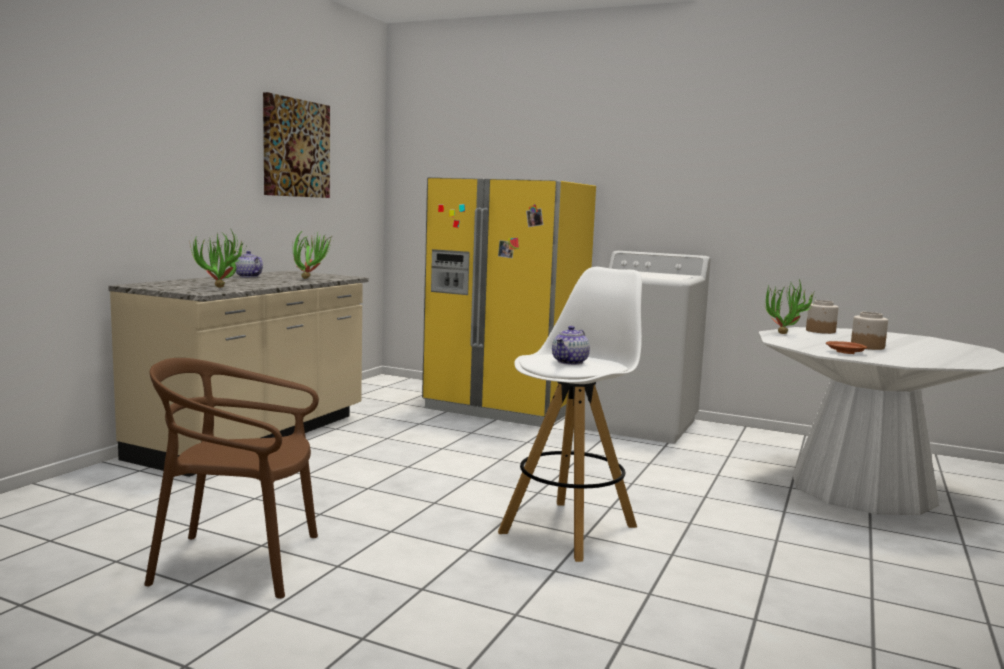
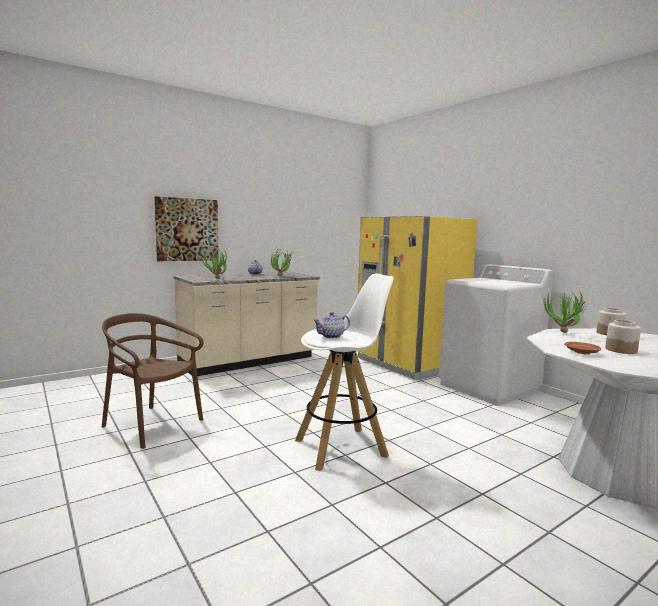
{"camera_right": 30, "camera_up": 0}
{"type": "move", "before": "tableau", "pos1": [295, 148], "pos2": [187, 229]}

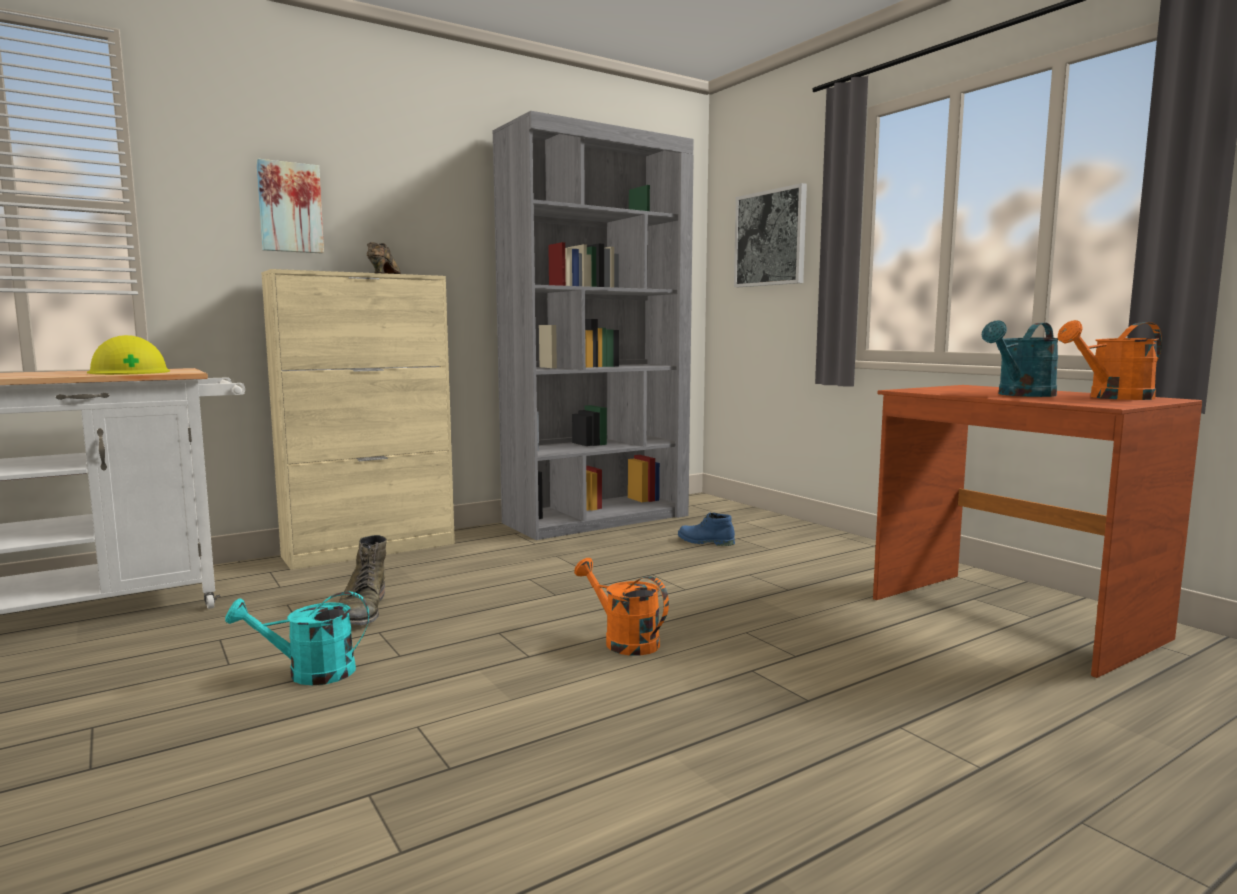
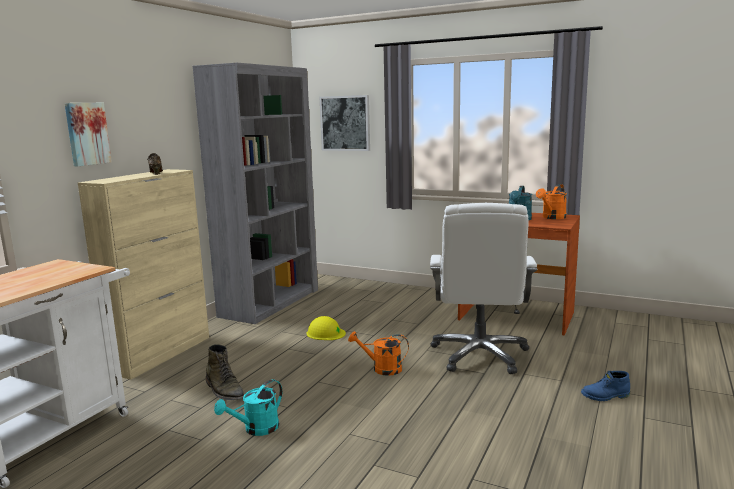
{"camera_right": -30, "camera_up": 5}
{"type": "move", "before": "casque de chantier (jaune)", "pos1": [130, 372], "pos2": [325, 333]}
{"type": "move", "before": "botte (bleu)", "pos1": [705, 542], "pos2": [605, 396]}
{"type": "insert", "after": "chaise de bureau (blanc)", "pos2": [480, 355]}

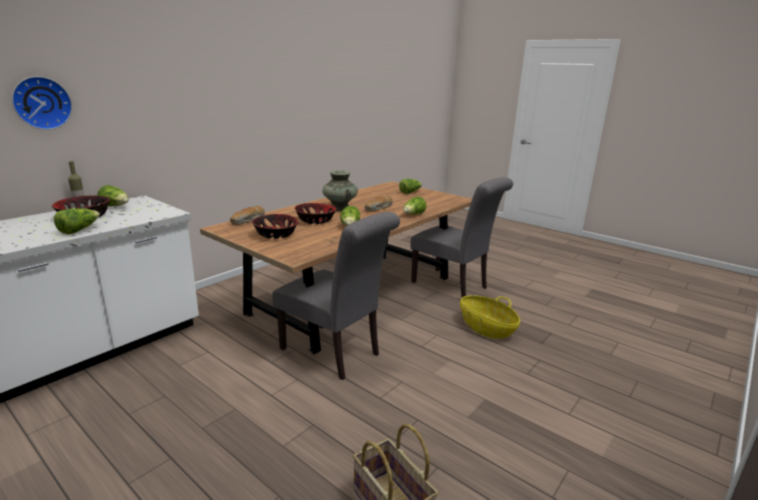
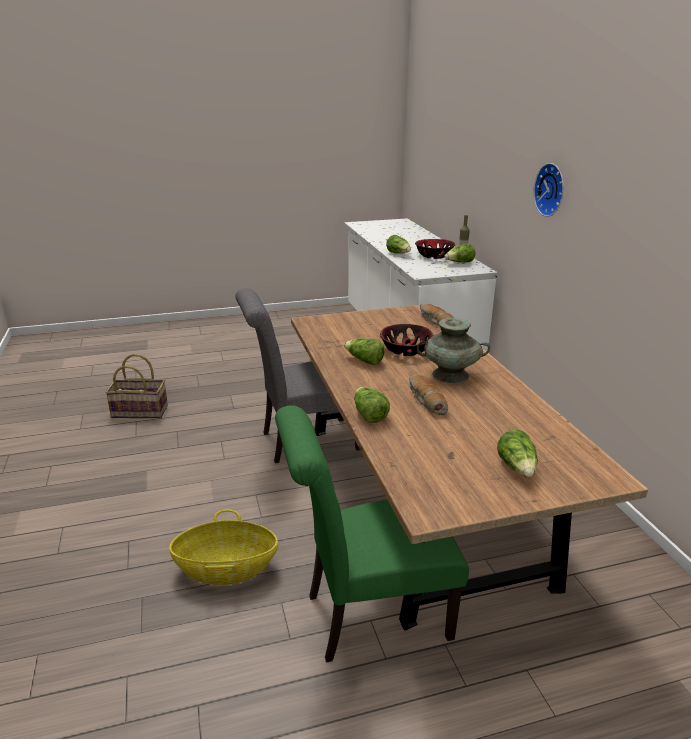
{"camera_right": 125, "camera_up": 5}
{"type": "move", "before": "horloge murale", "pos1": [41, 103], "pos2": [552, 189]}
{"type": "recolor", "before": "chaise (gris)", "after": "chaise (vert)", "pos1": [453, 286], "pos2": [368, 616]}
{"type": "delete", "before": "bol", "pos1": [276, 234]}

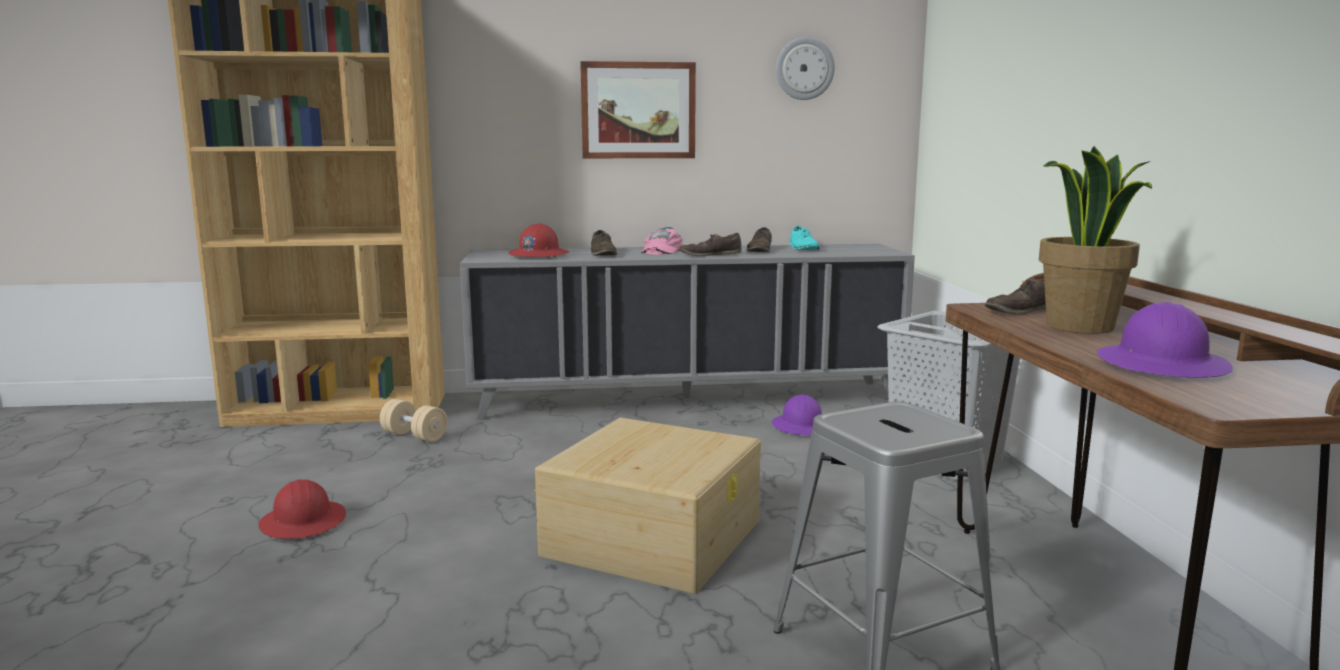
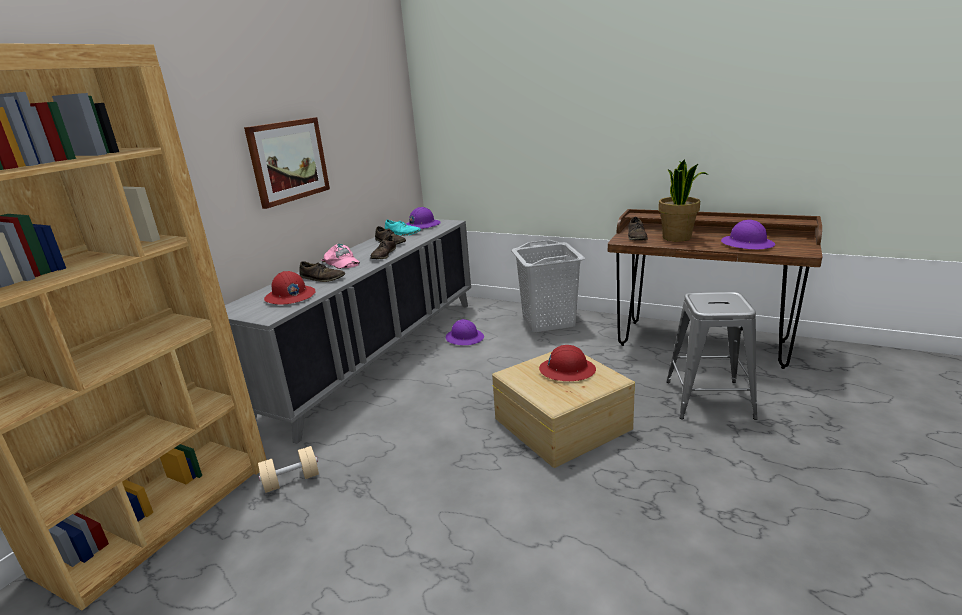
{"camera_right": -55, "camera_up": 10}
{"type": "delete", "before": "horloge murale", "pos1": [804, 68]}
{"type": "move", "before": "casque de chantier (rouge)", "pos1": [303, 522], "pos2": [567, 370]}
{"type": "insert", "after": "casque de chantier (violet)", "pos2": [422, 225]}

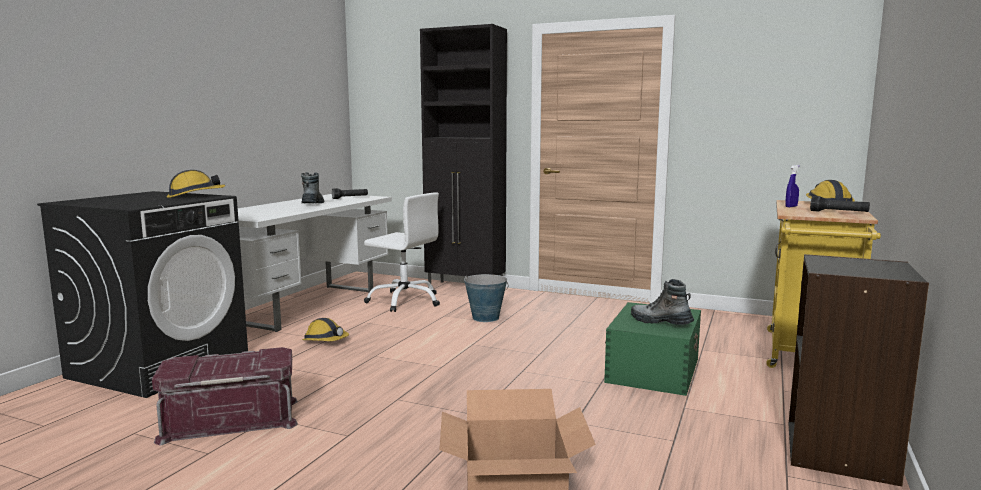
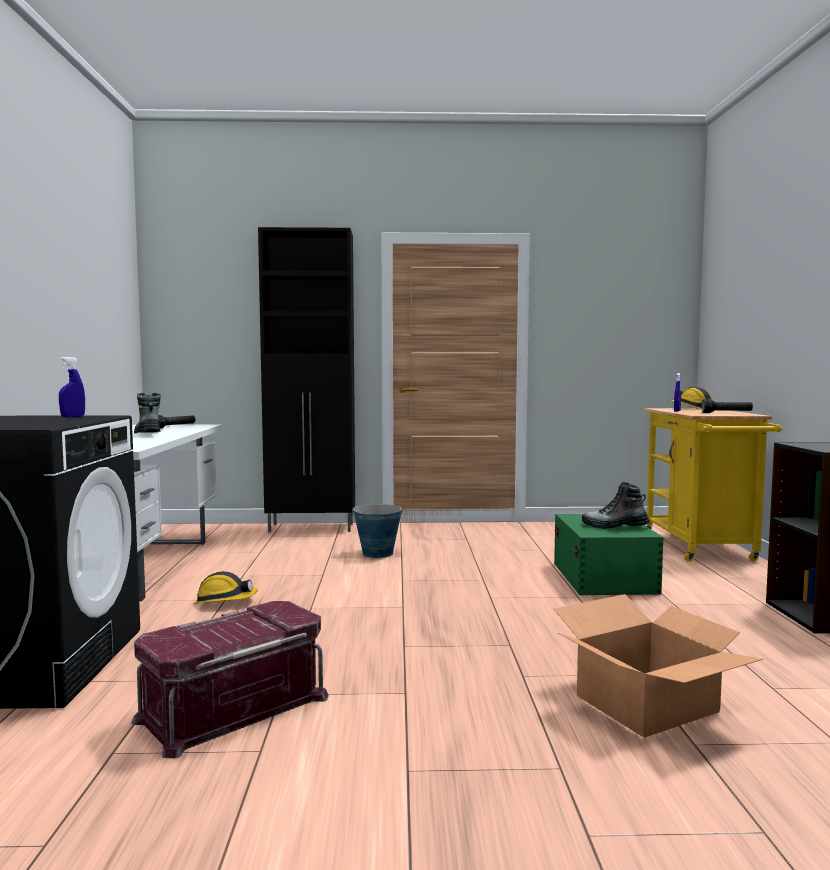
{"camera_right": -25, "camera_up": -5}
{"type": "replace", "before": "casque de chantier", "after": "vaporisateur (bleu)", "pos1": [195, 196], "pos2": [72, 416]}
{"type": "delete", "before": "chaise de bureau (blanc)", "pos1": [405, 301]}

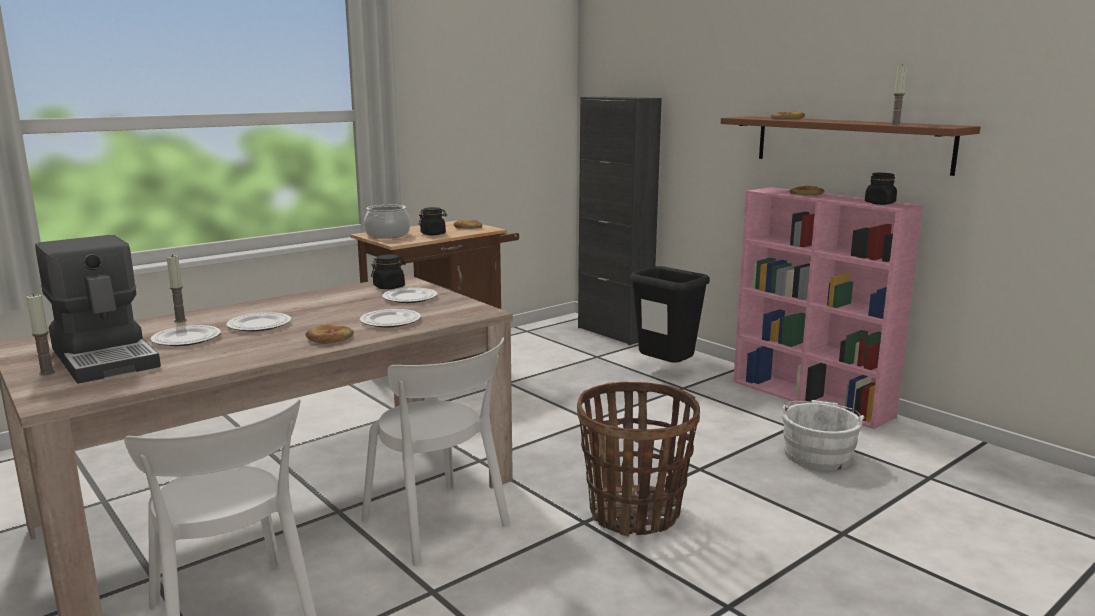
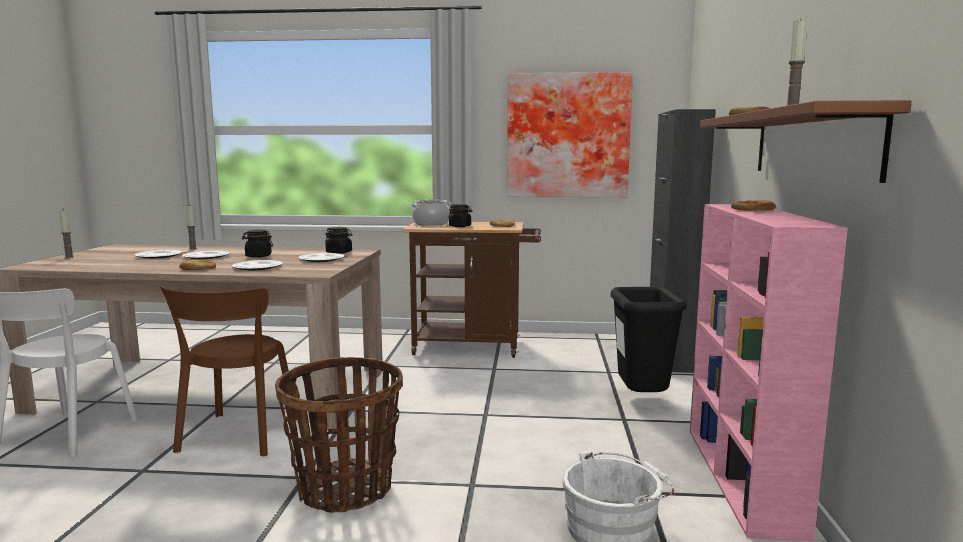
{"camera_right": 45, "camera_up": -5}
{"type": "move", "before": "bocal (noir)", "pos1": [880, 203], "pos2": [258, 256]}
{"type": "delete", "before": "machine à café", "pos1": [106, 357]}
{"type": "recolor", "before": "chaise (blanc)", "after": "chaise (marron)", "pos1": [439, 525], "pos2": [236, 437]}
{"type": "insert", "after": "tableau", "pos2": [568, 136]}

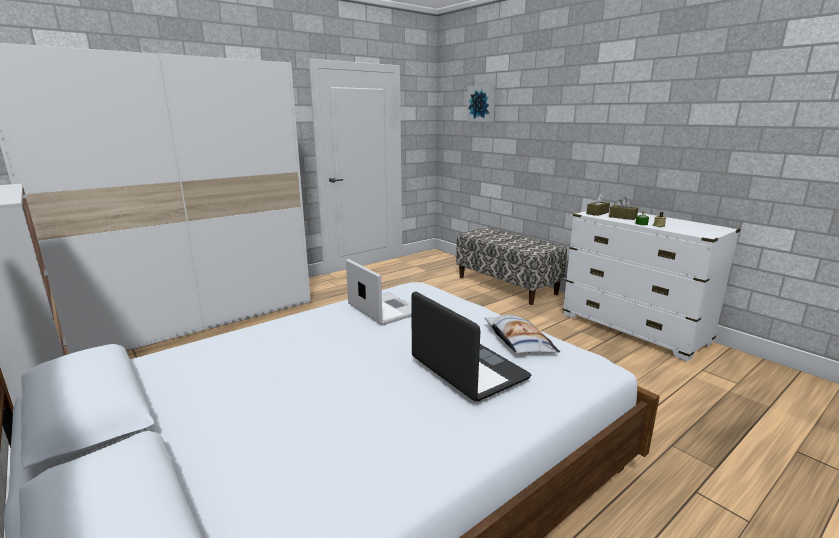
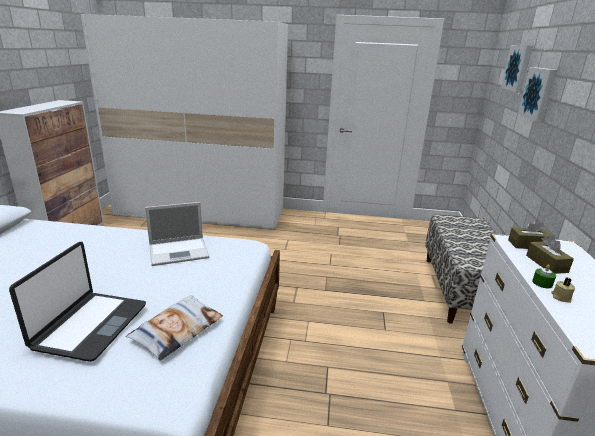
{"camera_right": 45, "camera_up": 5}
{"type": "rotate", "before": "ordinateur portable", "pos1": [383, 309], "pos2": [180, 251], "turn": 60}
{"type": "insert", "after": "tableau", "pos2": [538, 94]}

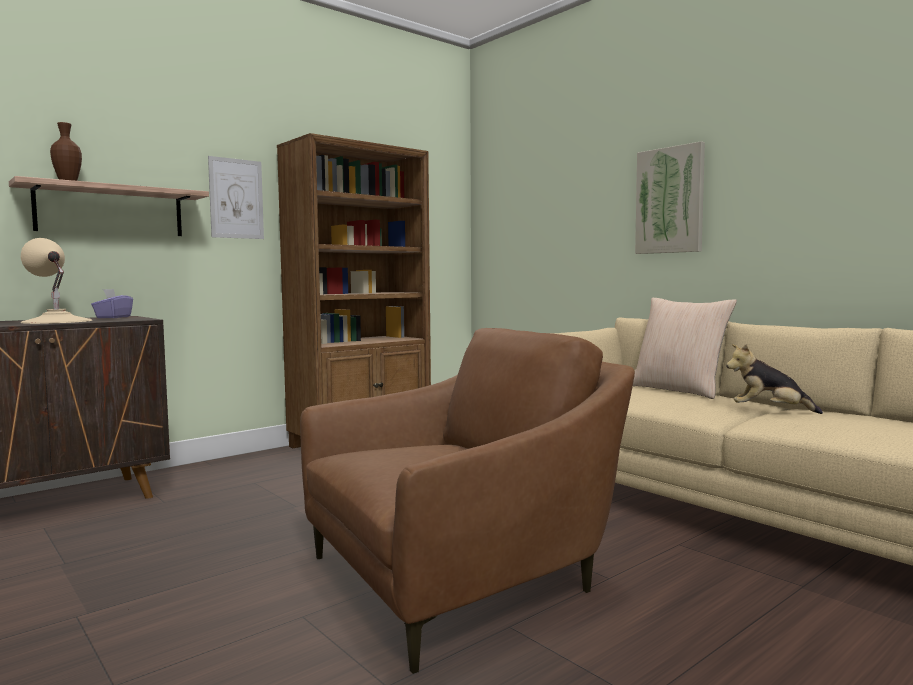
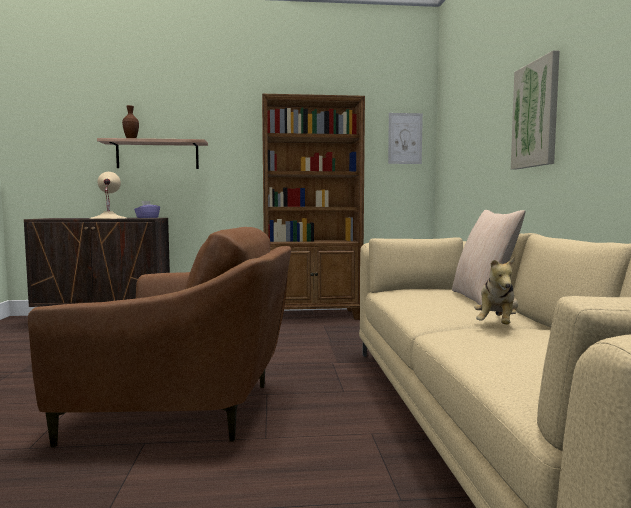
{"camera_right": 35, "camera_up": 0}
{"type": "move", "before": "tableau", "pos1": [236, 198], "pos2": [405, 138]}
{"type": "rotate", "before": "peluche", "pos1": [769, 411], "pos2": [497, 325], "turn": -120}

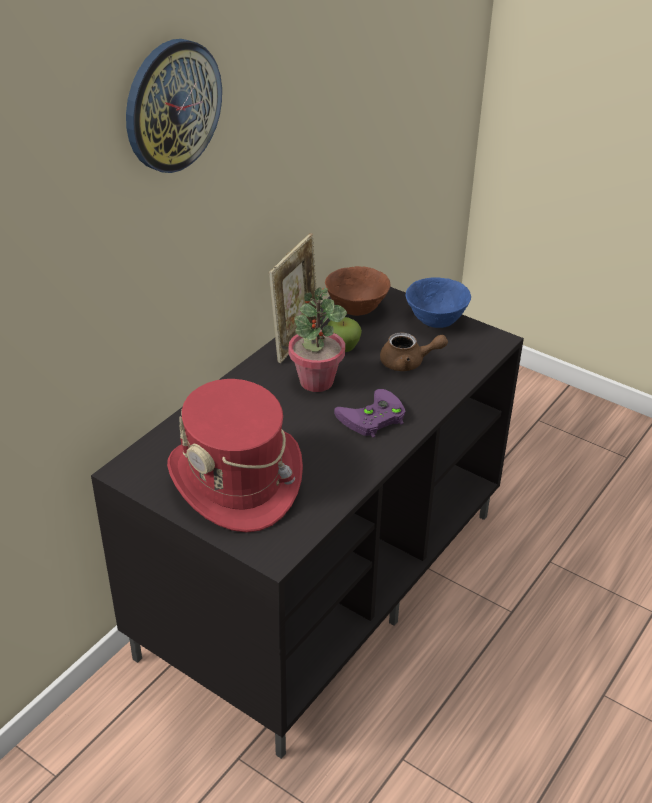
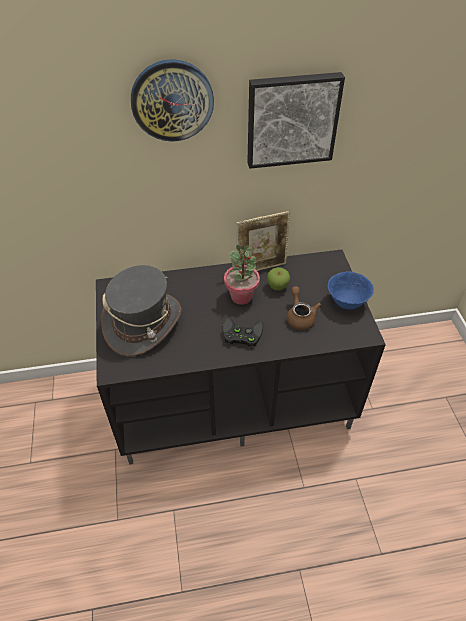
{"camera_right": 45, "camera_up": 10}
{"type": "delete", "before": "bol (marron)", "pos1": [357, 310]}
{"type": "rotate", "before": "théière (marron)", "pos1": [408, 363], "pos2": [300, 316], "turn": -150}
{"type": "recolor", "before": "chapeau (rouge)", "after": "chapeau (gris)", "pos1": [236, 480], "pos2": [143, 323]}
{"type": "recolor", "before": "manette (violet)", "after": "manette (noir)", "pos1": [371, 419], "pos2": [240, 335]}
{"type": "insert", "after": "tableau", "pos2": [291, 119]}

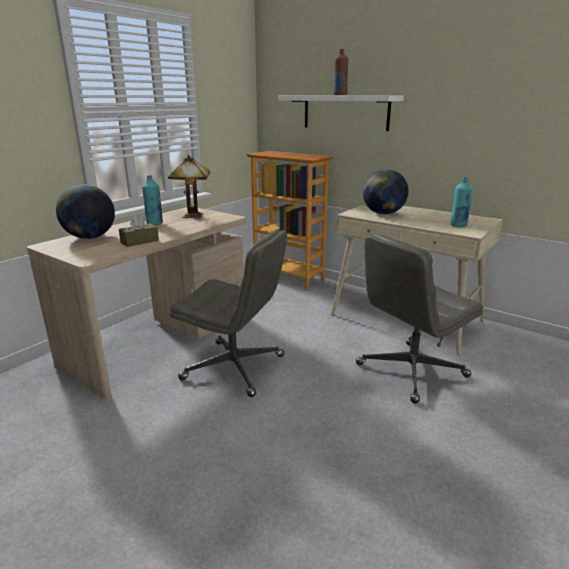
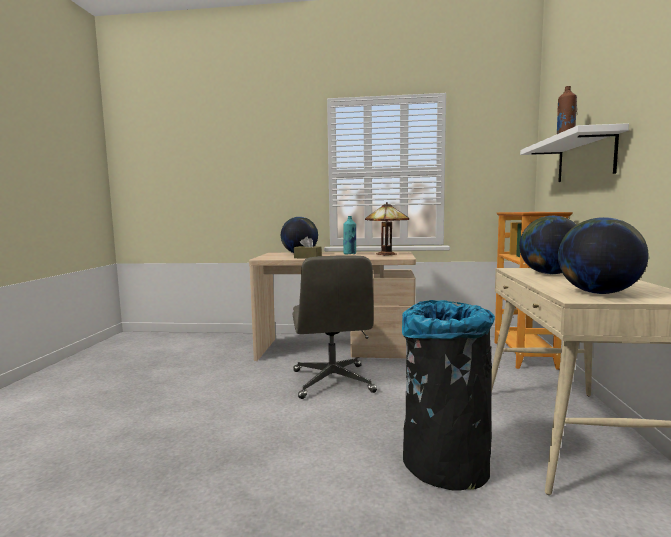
{"camera_right": 60, "camera_up": -15}
{"type": "replace", "before": "bouteille (turquoise)", "after": "globe", "pos1": [458, 225], "pos2": [598, 293]}
{"type": "replace", "before": "chaise de bureau (gris)", "after": "poubelle (noir)", "pos1": [410, 371], "pos2": [444, 464]}

